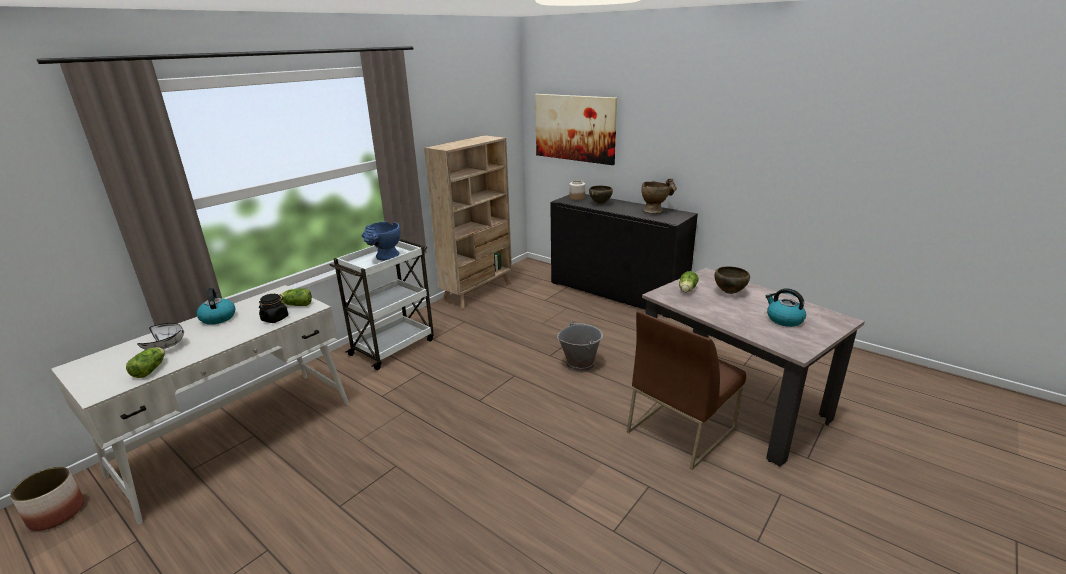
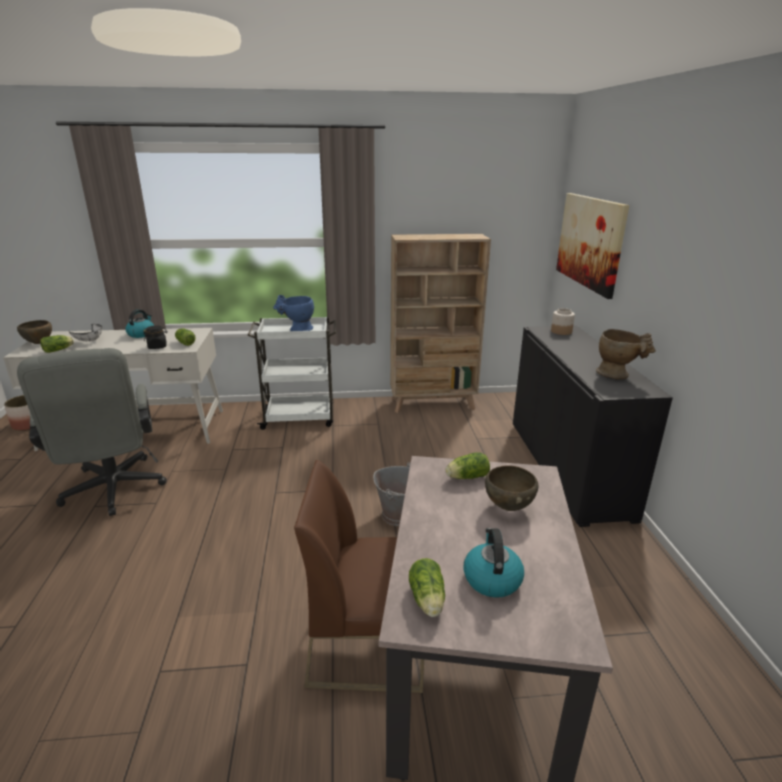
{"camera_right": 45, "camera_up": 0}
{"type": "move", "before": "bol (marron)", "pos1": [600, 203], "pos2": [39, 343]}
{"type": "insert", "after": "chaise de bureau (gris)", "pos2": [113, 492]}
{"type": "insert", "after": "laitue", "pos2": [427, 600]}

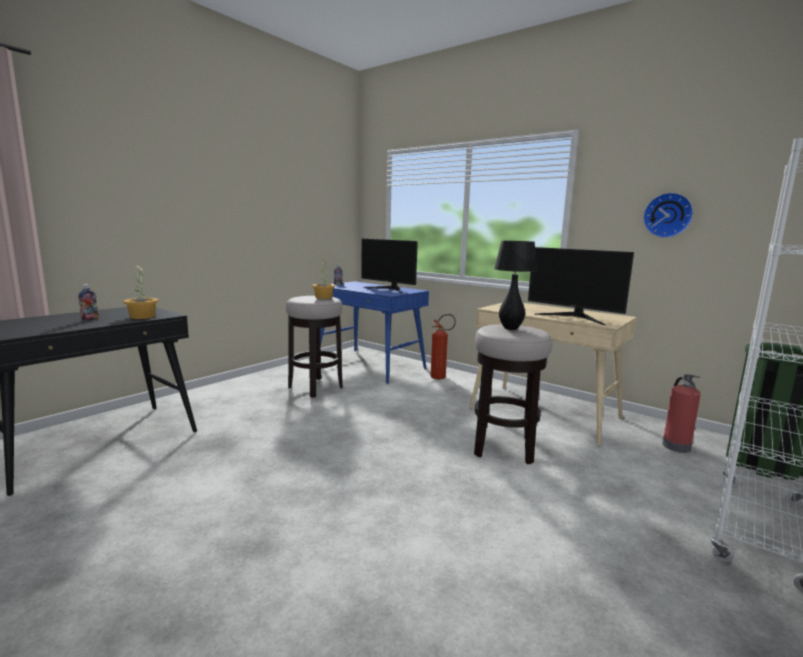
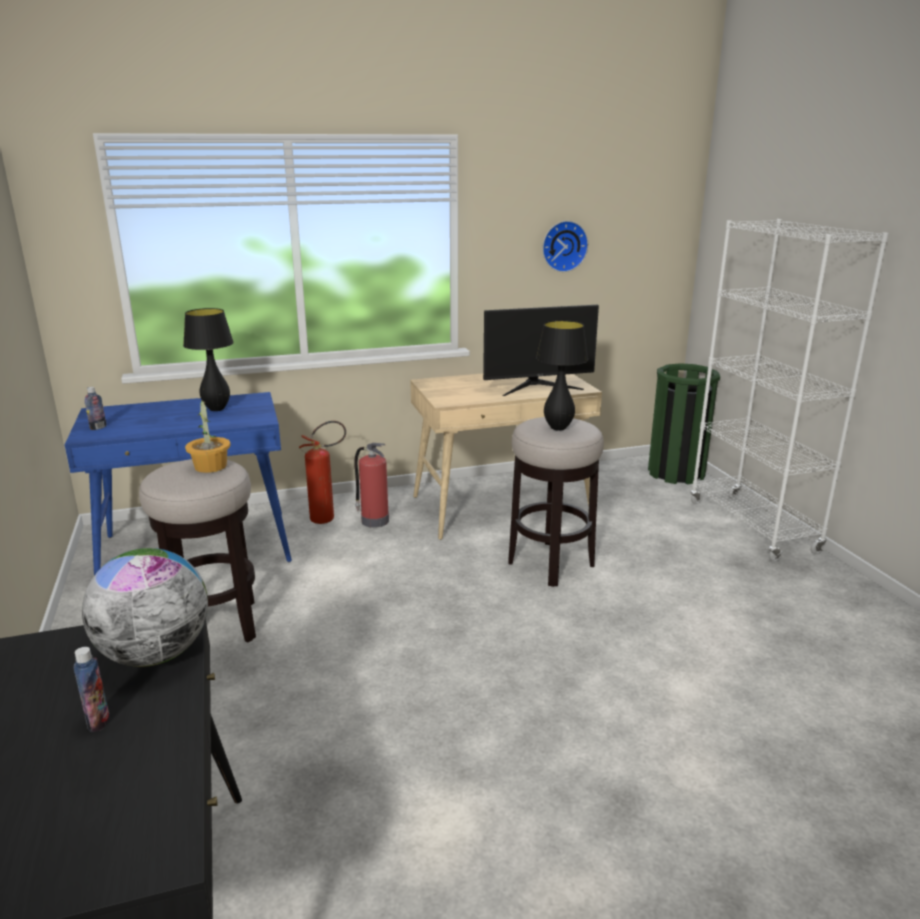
{"camera_right": -55, "camera_up": 10}
{"type": "replace", "before": "écran d'ordinateur", "after": "lampe de table (noir)", "pos1": [389, 289], "pos2": [216, 409]}
{"type": "replace", "before": "plante en pot", "after": "globe", "pos1": [142, 316], "pos2": [155, 654]}
{"type": "move", "before": "extincteur", "pos1": [675, 446], "pos2": [374, 520]}

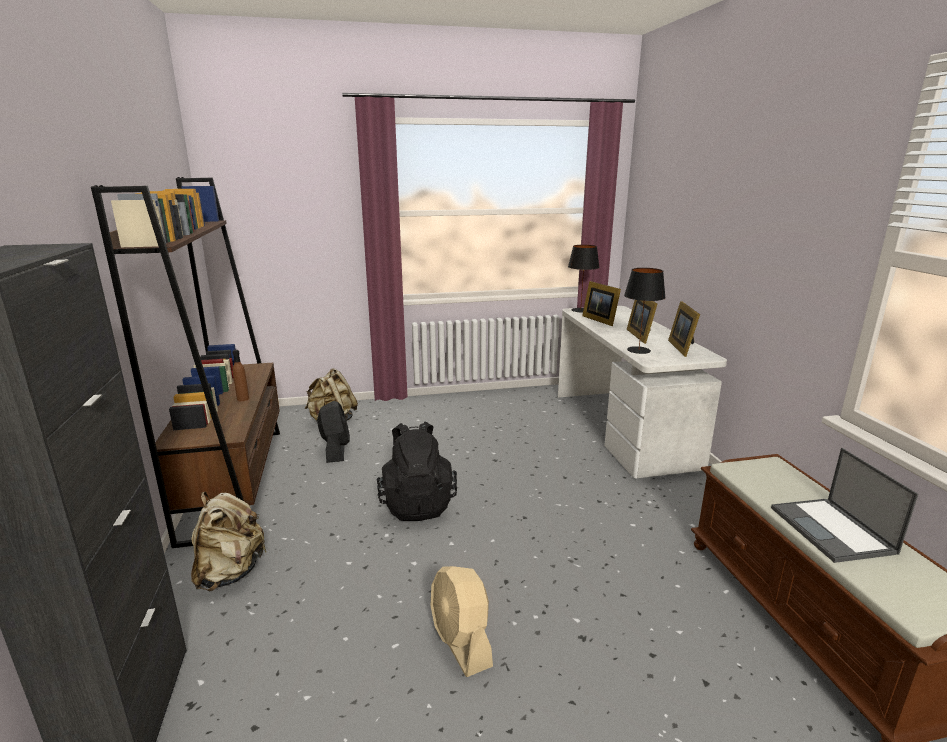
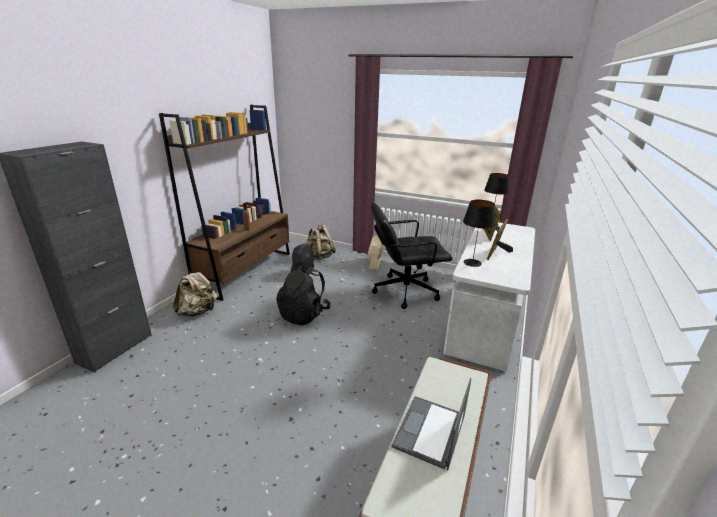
{"camera_right": 35, "camera_up": 5}
{"type": "delete", "before": "cadre photo", "pos1": [683, 348]}
{"type": "move", "before": "ventilateur (beige)", "pos1": [461, 641], "pos2": [374, 263]}
{"type": "insert", "after": "chaise de bureau (noir)", "pos2": [404, 291]}

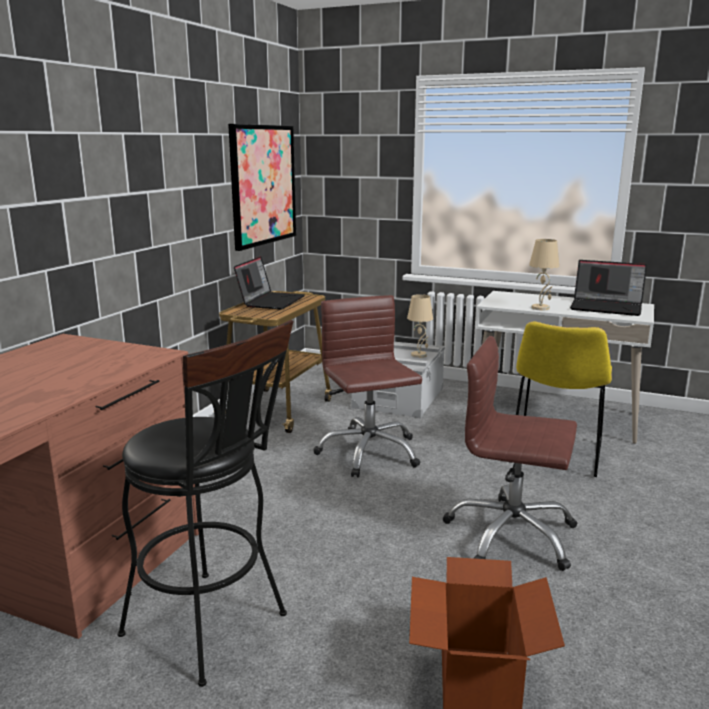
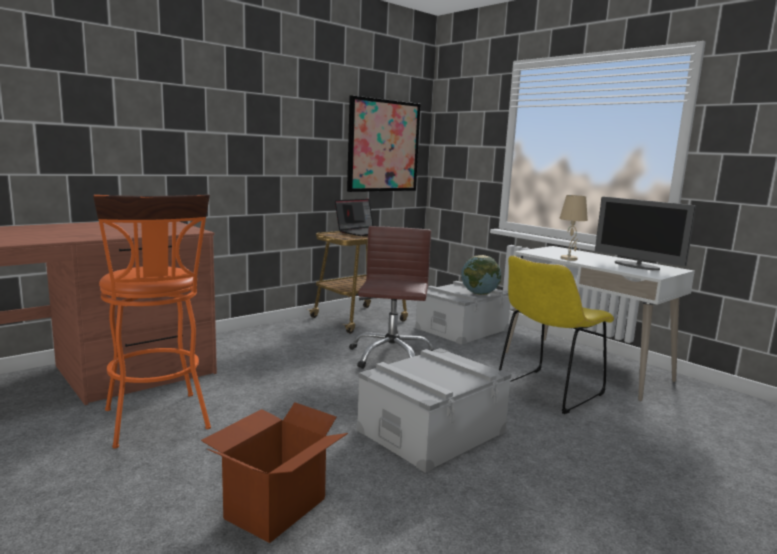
{"camera_right": 25, "camera_up": -5}
{"type": "replace", "before": "ordinateur portable", "after": "écran d'ordinateur", "pos1": [607, 307], "pos2": [637, 266]}
{"type": "replace", "before": "lampe de table (beige)", "after": "globe", "pos1": [419, 355], "pos2": [479, 294]}
{"type": "recolor", "before": "tabouret (noir)", "after": "tabouret (orange)", "pos1": [214, 629], "pos2": [158, 423]}
{"type": "replace", "before": "chaise de bureau (marron)", "after": "boîte de rangement (gris)", "pos1": [511, 535], "pos2": [431, 431]}

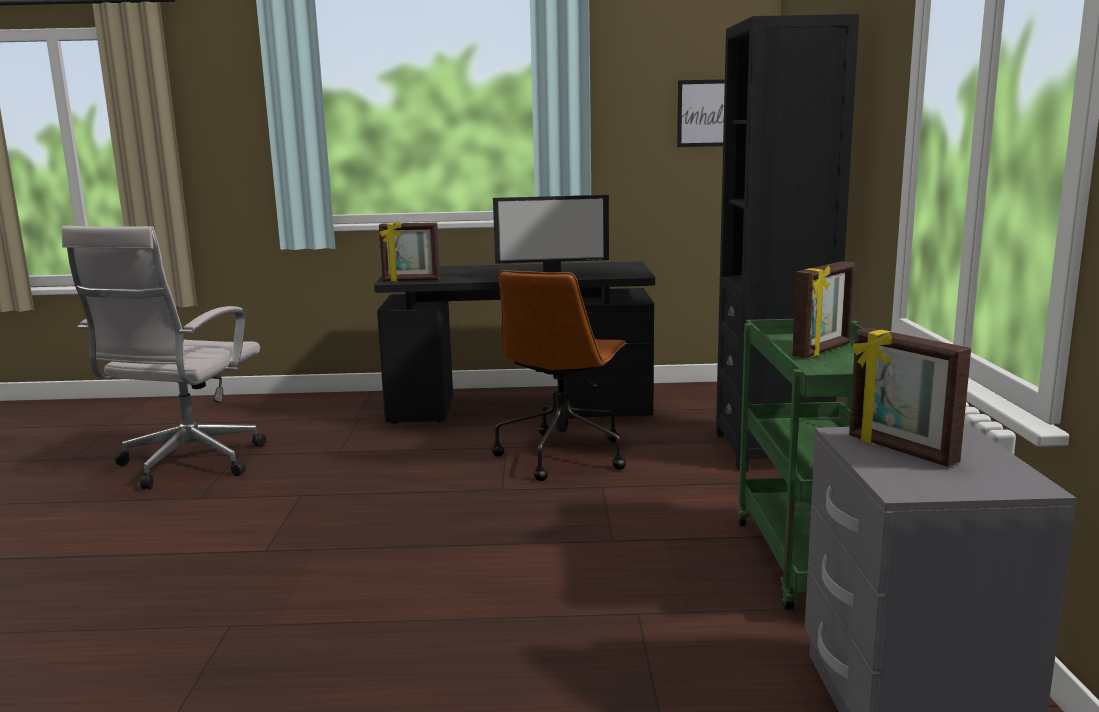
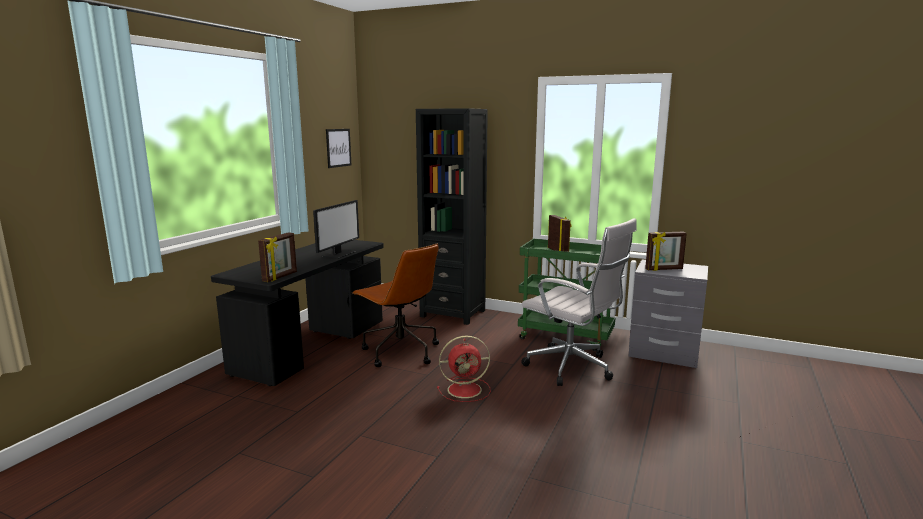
{"camera_right": -65, "camera_up": 0}
{"type": "move", "before": "chaise de bureau (blanc)", "pos1": [187, 465], "pos2": [573, 368]}
{"type": "insert", "after": "ventilateur (rouge)", "pos2": [466, 390]}

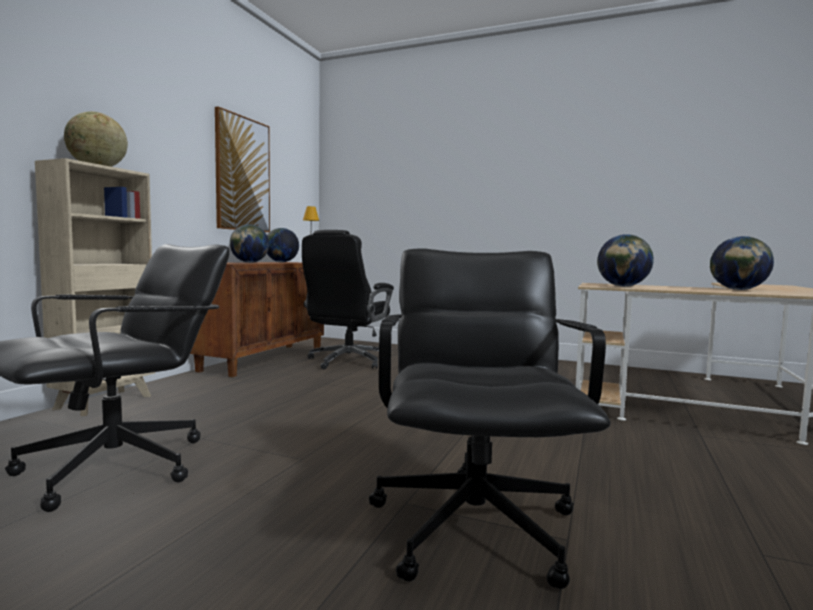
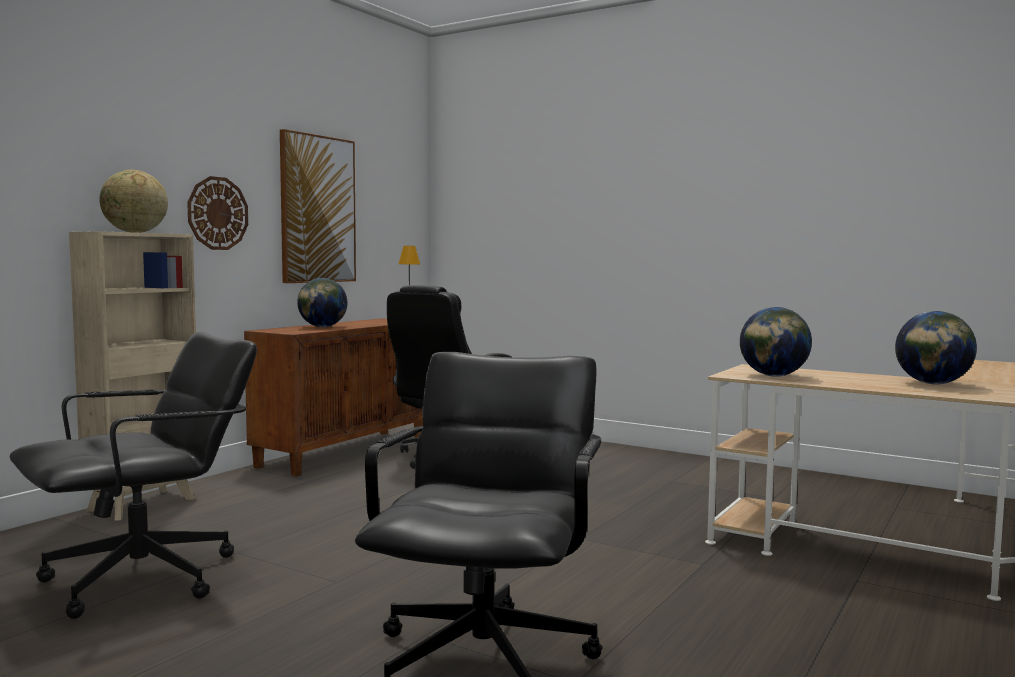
{"camera_right": 10, "camera_up": 0}
{"type": "delete", "before": "globe", "pos1": [281, 262]}
{"type": "insert", "after": "horloge murale", "pos2": [217, 213]}

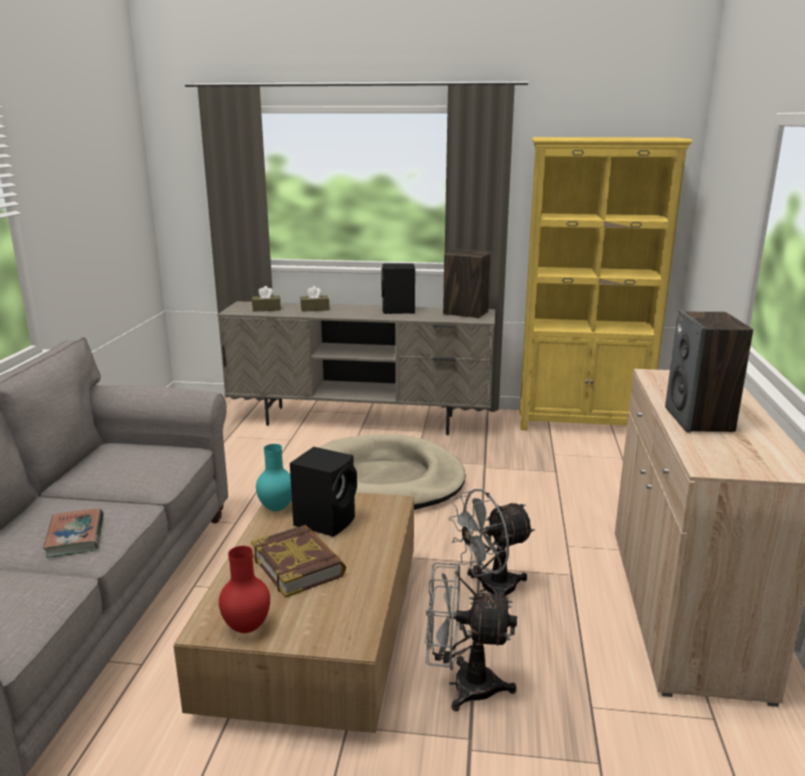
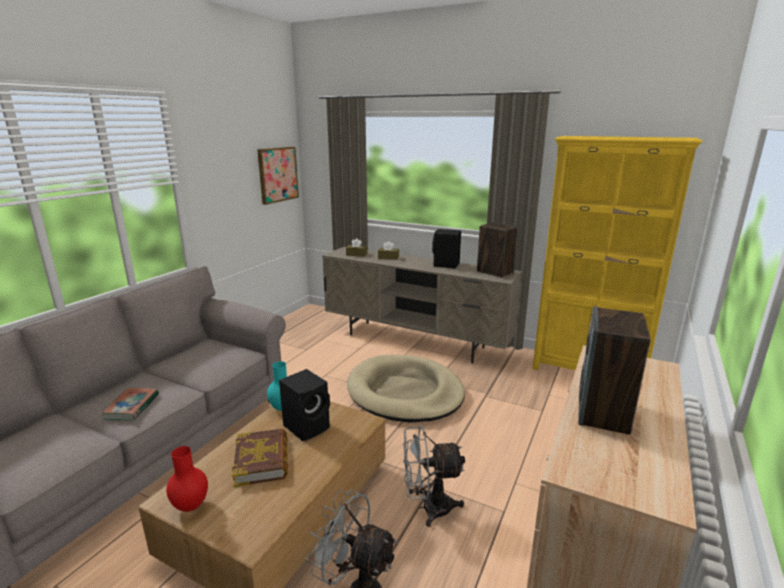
{"camera_right": 20, "camera_up": 0}
{"type": "insert", "after": "tableau", "pos2": [277, 174]}

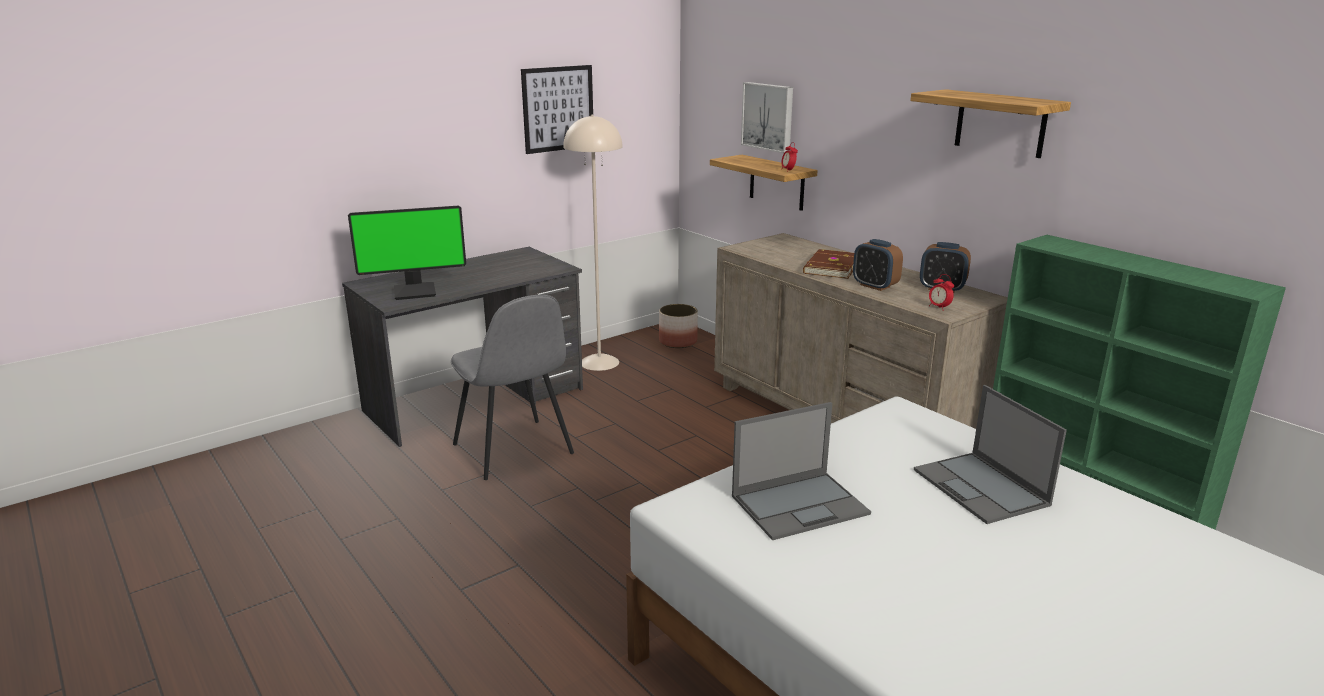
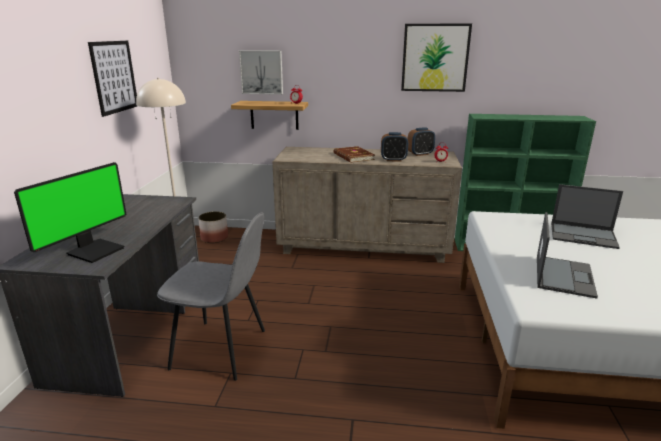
{"camera_right": -45, "camera_up": 0}
{"type": "replace", "before": "étagère", "after": "tableau", "pos1": [1000, 123], "pos2": [435, 58]}

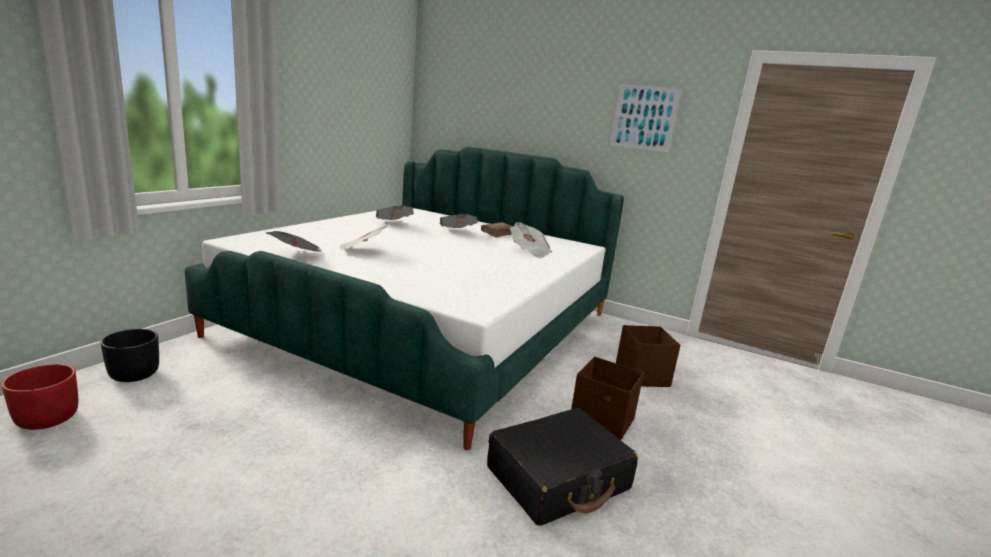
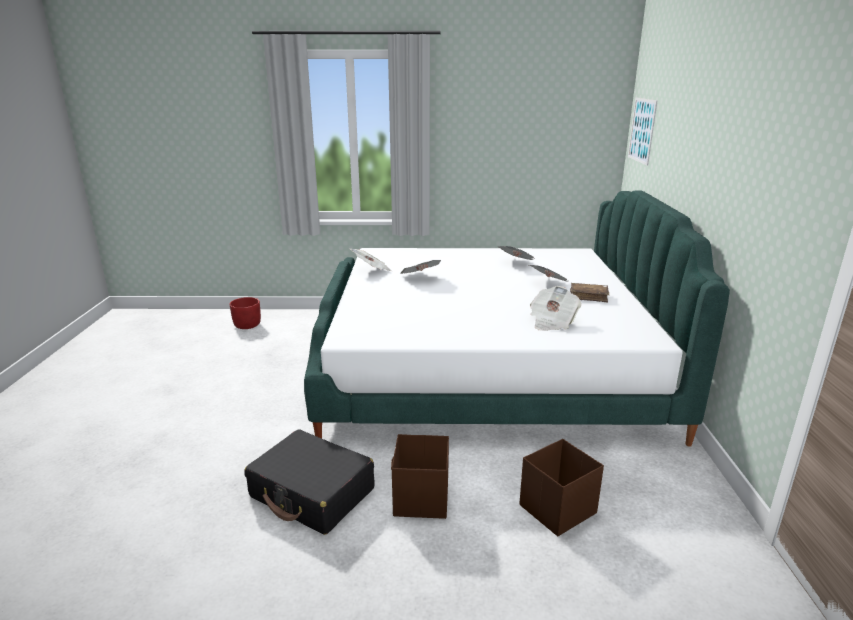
{"camera_right": 65, "camera_up": 5}
{"type": "move", "before": "tableau", "pos1": [644, 118], "pos2": [642, 130]}
{"type": "delete", "before": "cache-pot (noir)", "pos1": [134, 374]}

